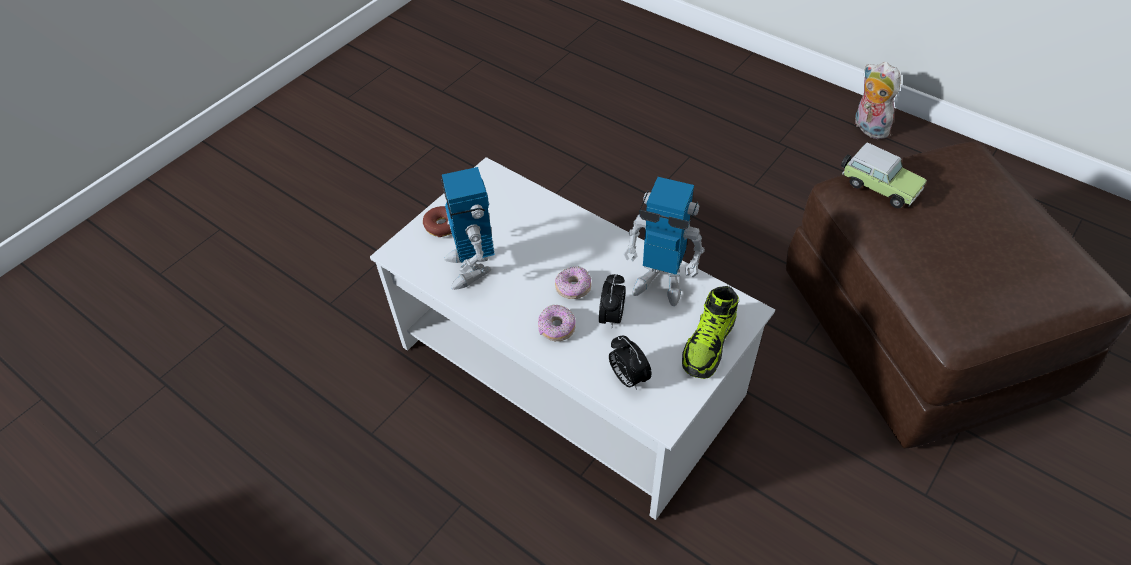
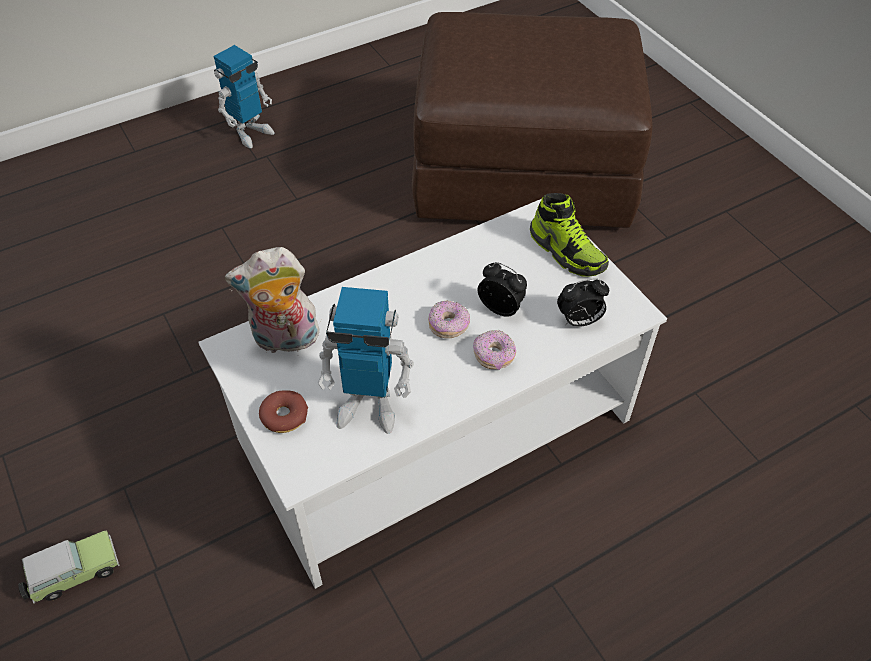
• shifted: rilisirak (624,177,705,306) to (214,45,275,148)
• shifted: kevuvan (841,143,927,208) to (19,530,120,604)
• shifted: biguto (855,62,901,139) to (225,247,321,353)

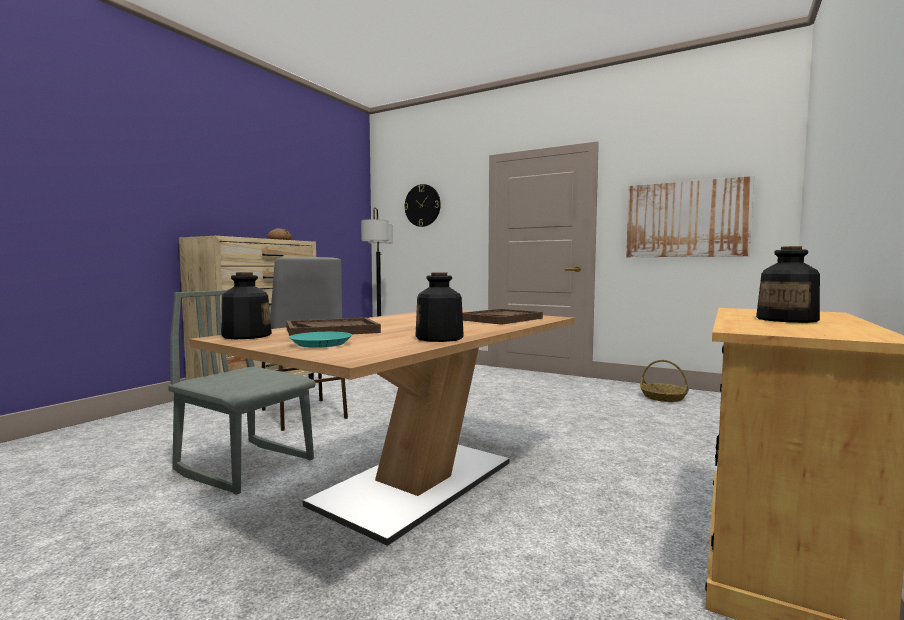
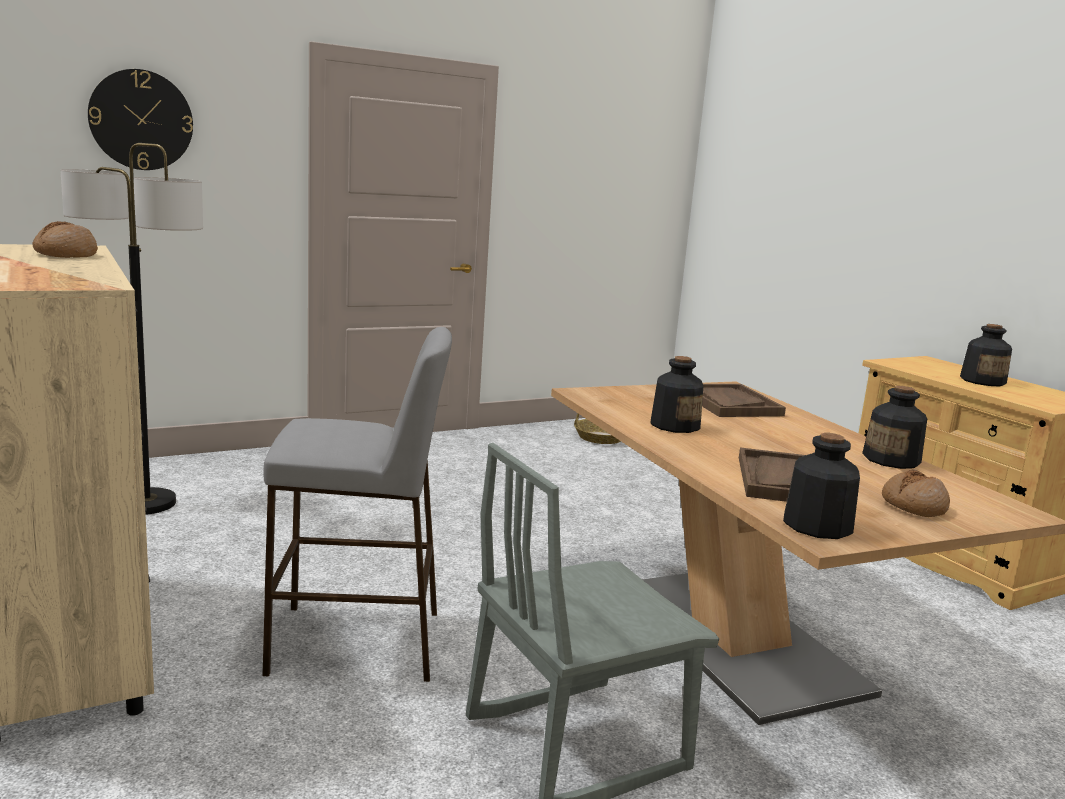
• swapped: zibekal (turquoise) (289,332,352,348) to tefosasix (882,469,950,517)
• gone: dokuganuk (626,176,754,257)
• new: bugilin (650,356,703,433)

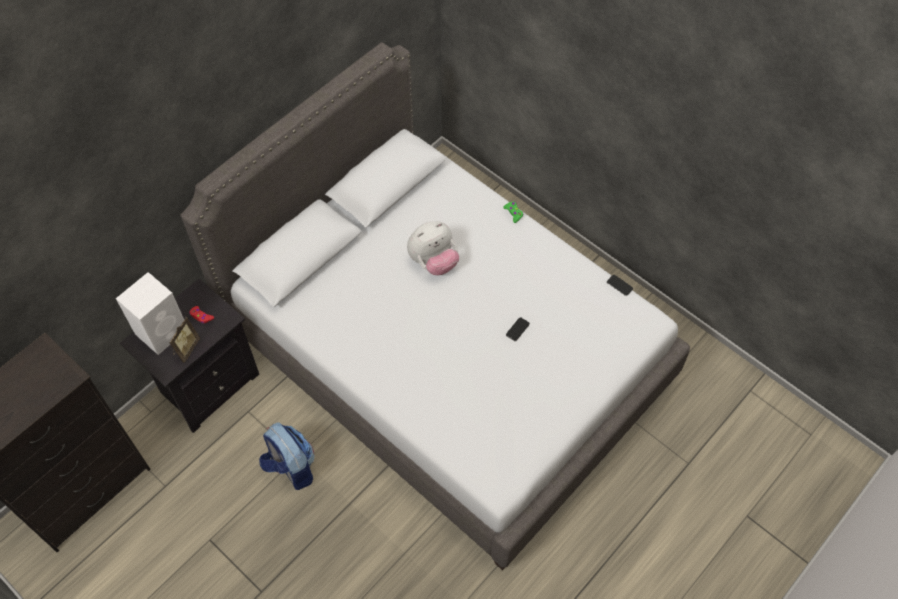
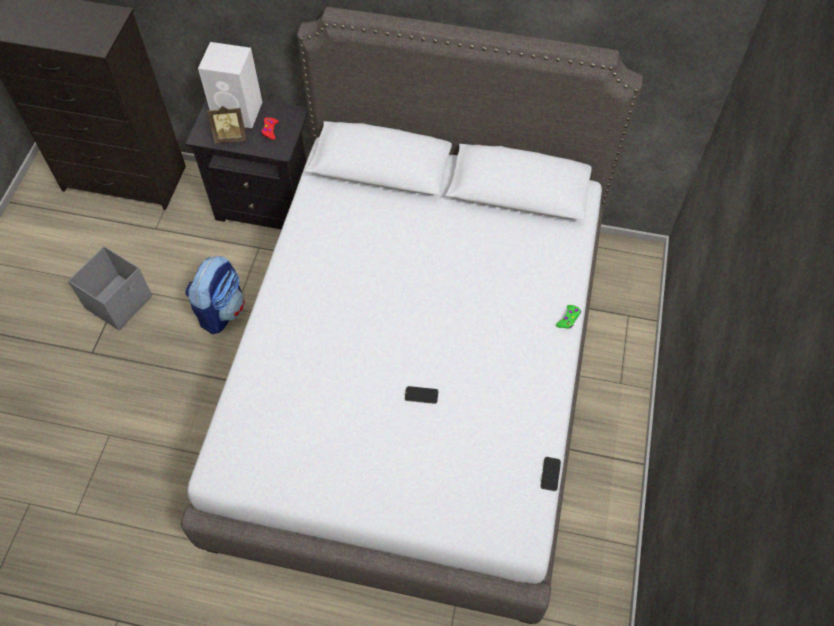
• gone: biguto (407,221,459,275)
• new: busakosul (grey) (68,246,152,330)

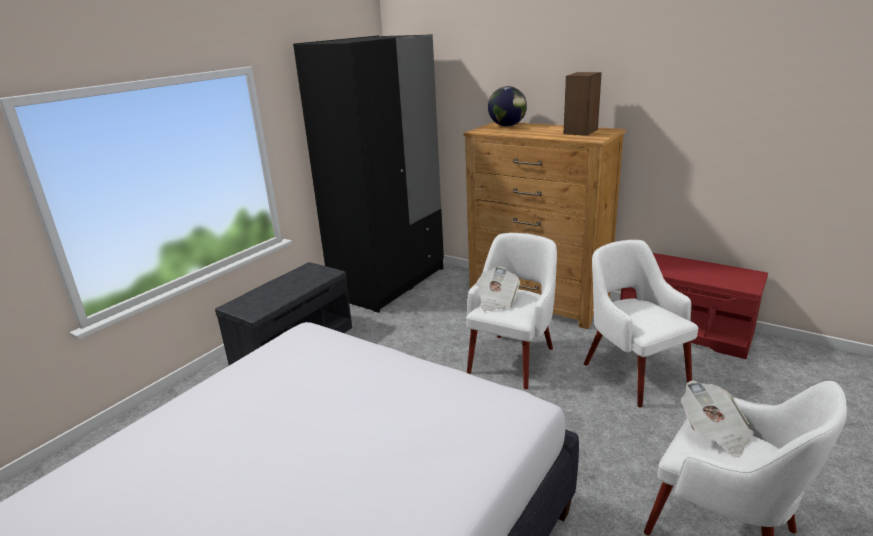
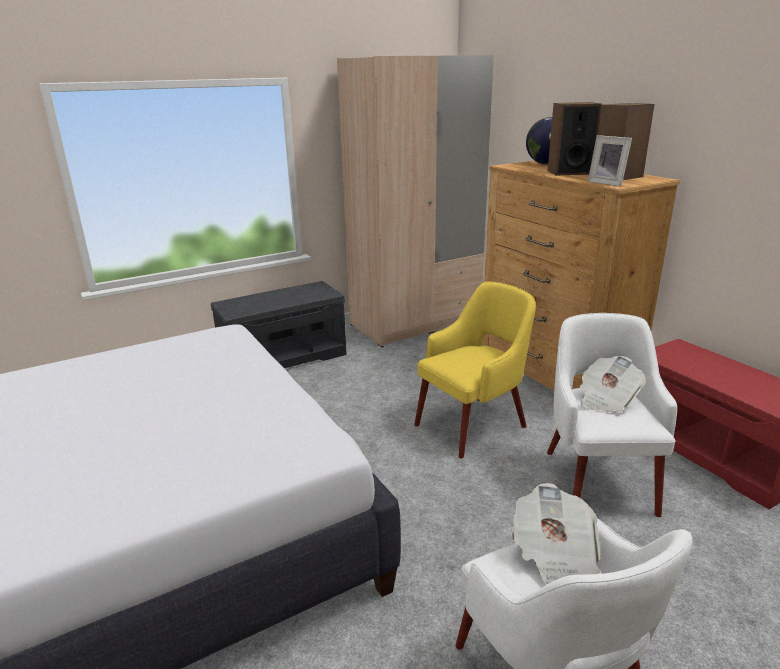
• repainted: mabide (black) (293,34,444,313) to mabide (beige) (337,55,494,347)
• repainted: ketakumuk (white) (466,233,557,390) to ketakumuk (yellow) (414,282,536,459)
• shifted: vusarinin (475,266,520,311) to (580,356,646,413)
• new: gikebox (548,102,602,175)
• new: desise (588,135,632,186)

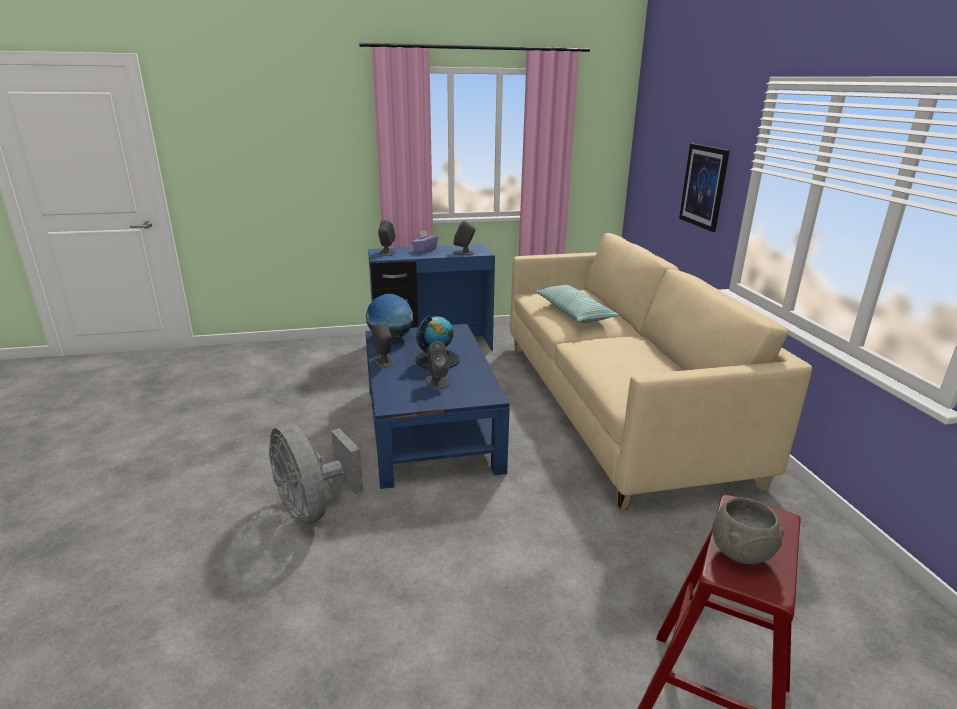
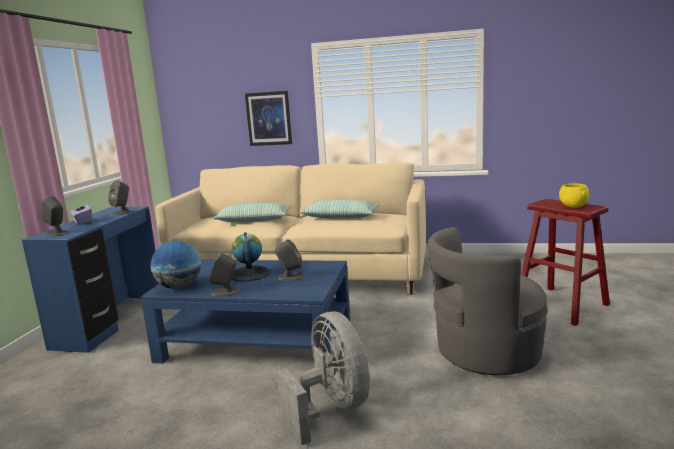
• rotated: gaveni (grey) (269,423,363,525) = (277,312,370,445) 105 degrees counterclockwise
• repainted: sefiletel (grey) (712,497,784,564) to sefiletel (yellow) (559,184,589,208)
• new: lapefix (300,200,379,219)
• new: ketakumuk (grey) (428,227,548,375)

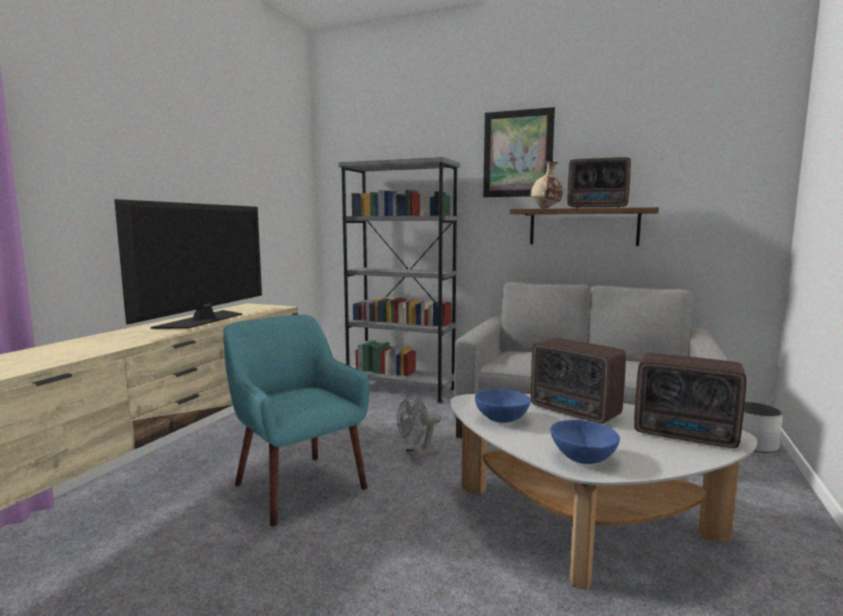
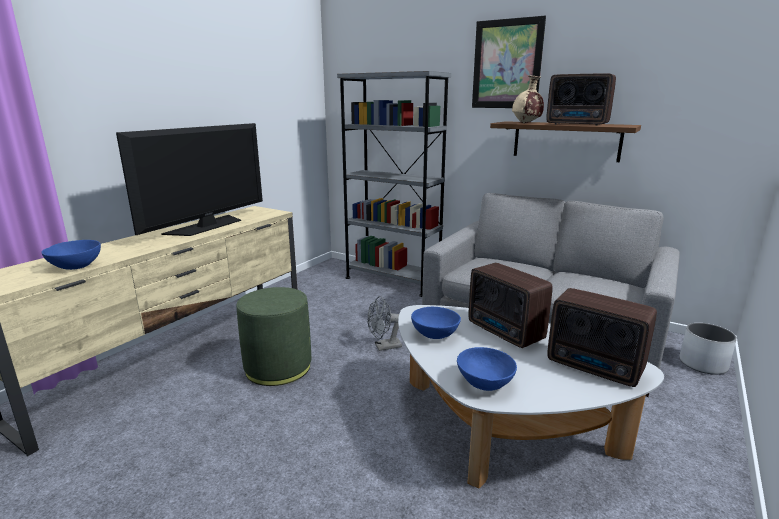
• swapped: ketakumuk (turquoise) (223,314,370,527) to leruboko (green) (236,287,311,386)
• new: sefiletel (blue) (41,240,101,270)

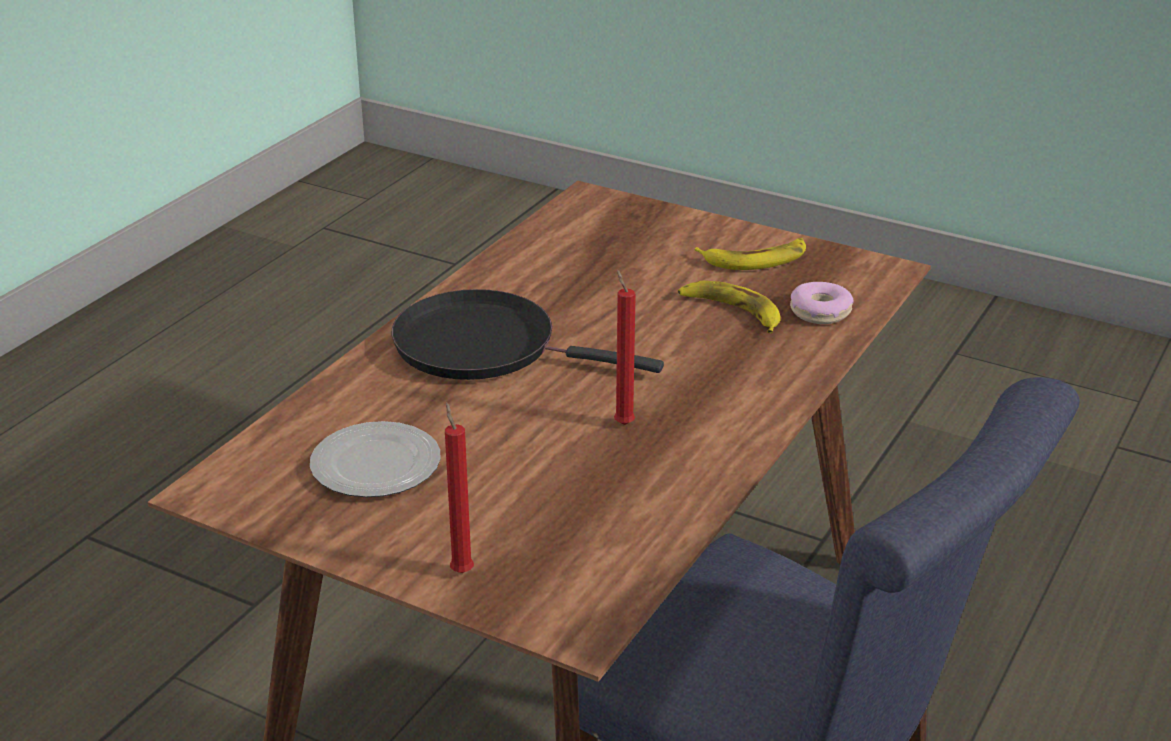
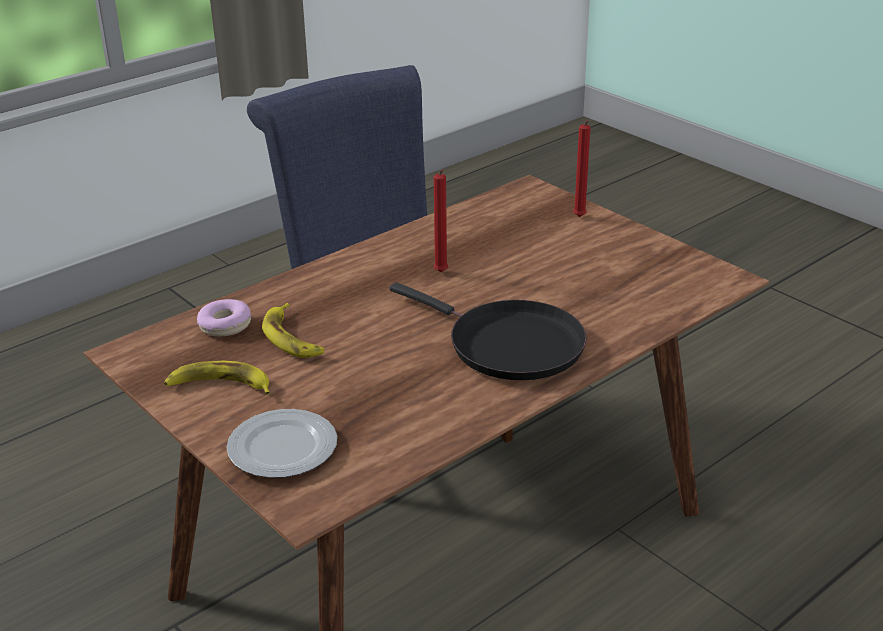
• shifted: zibekal (310,421,441,497) to (226,409,337,478)

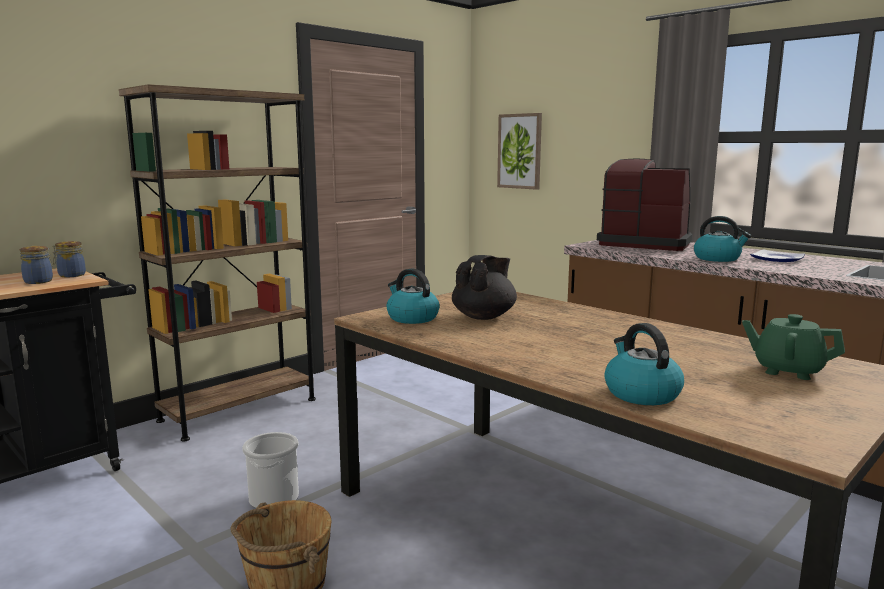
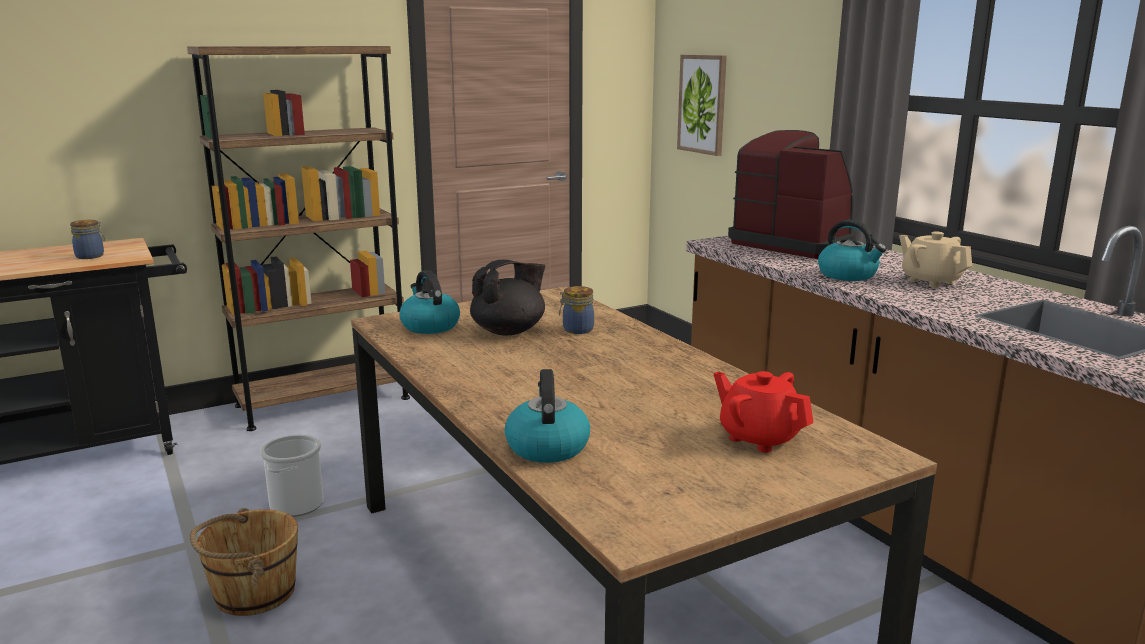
• shifted: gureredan (52,241,86,277) to (559,286,594,334)
• repainted: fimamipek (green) (742,314,845,380) to fimamipek (red) (714,371,814,453)
• swapped: zibekal (750,249,805,262) to fimamipek (beige) (899,232,972,288)

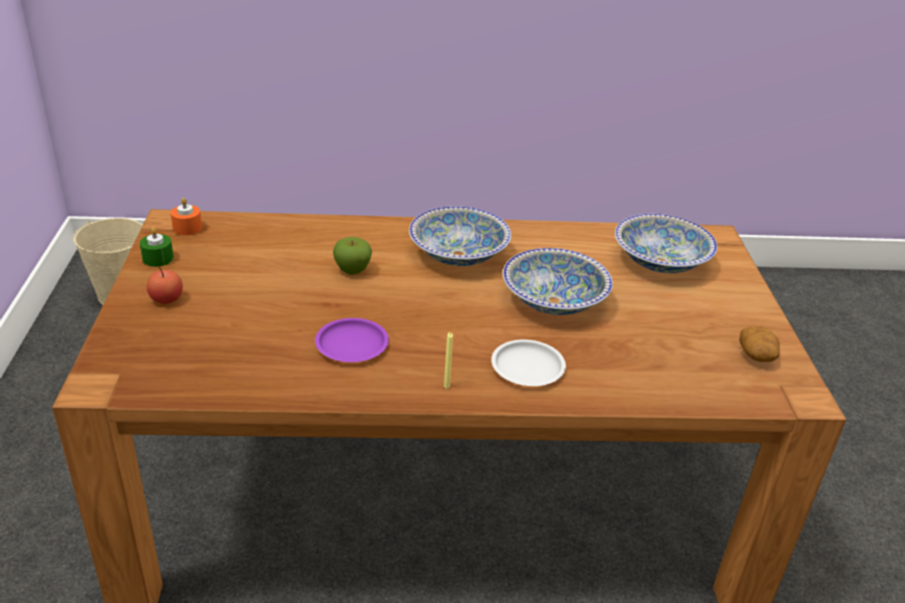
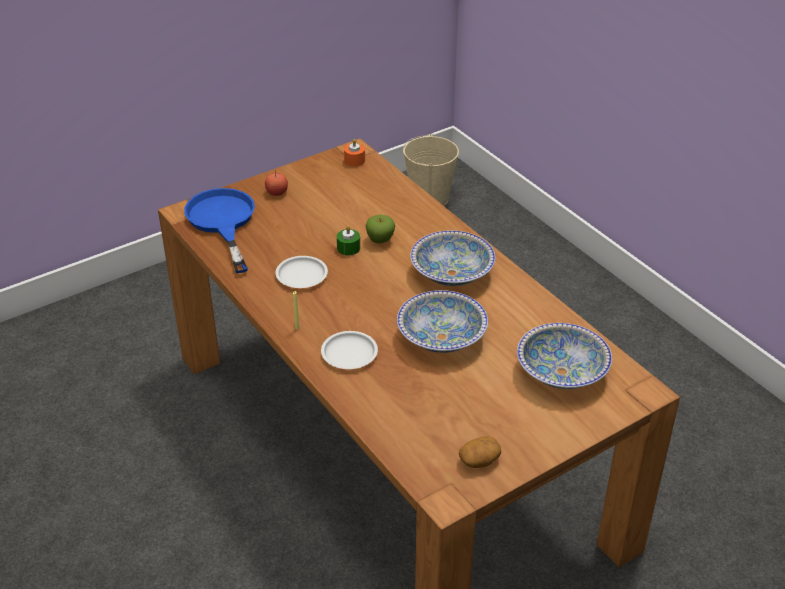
• shifted: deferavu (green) (140,227,174,267) to (337,226,360,255)
• repainted: zibekal (purple) (315,318,389,362) to zibekal (white) (275,256,328,288)
• new: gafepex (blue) (184,188,255,273)

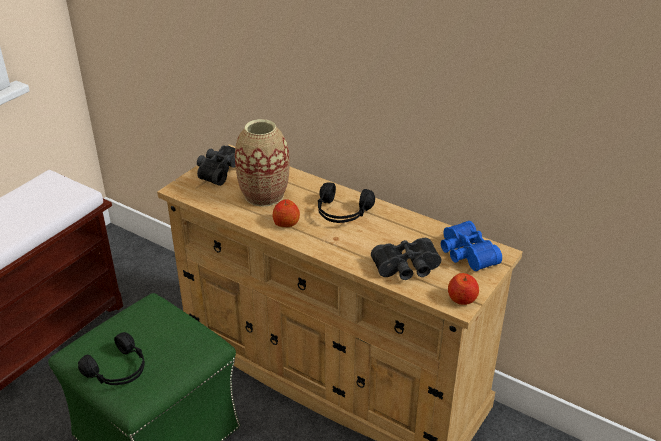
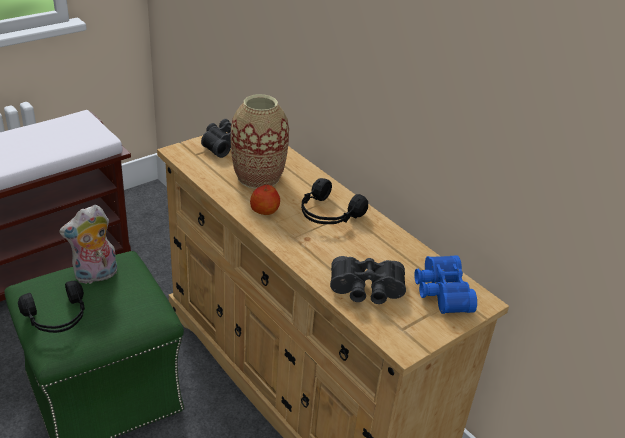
• gone: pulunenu (448,273,479,305)
• new: biguto (59,205,117,284)

